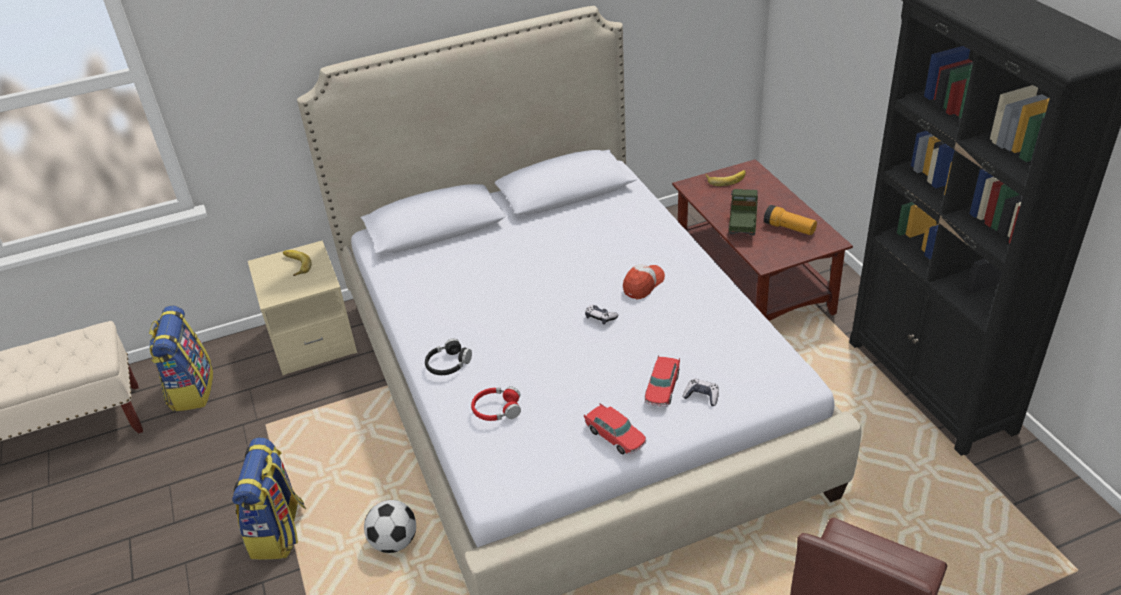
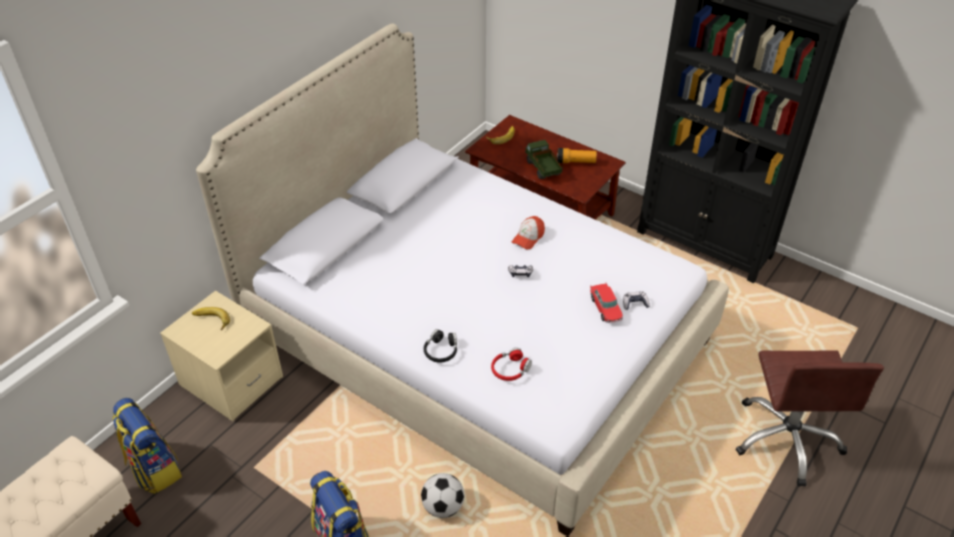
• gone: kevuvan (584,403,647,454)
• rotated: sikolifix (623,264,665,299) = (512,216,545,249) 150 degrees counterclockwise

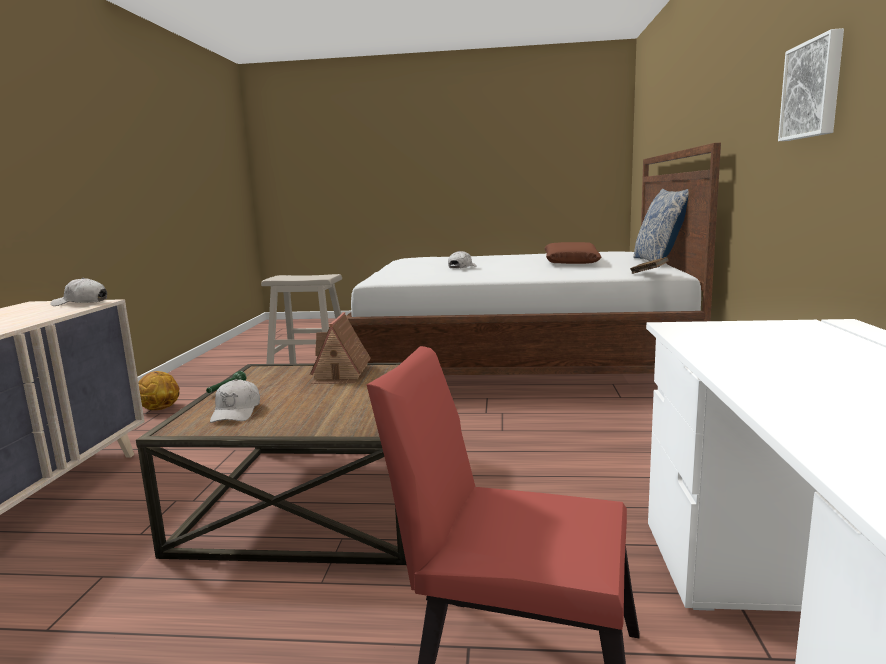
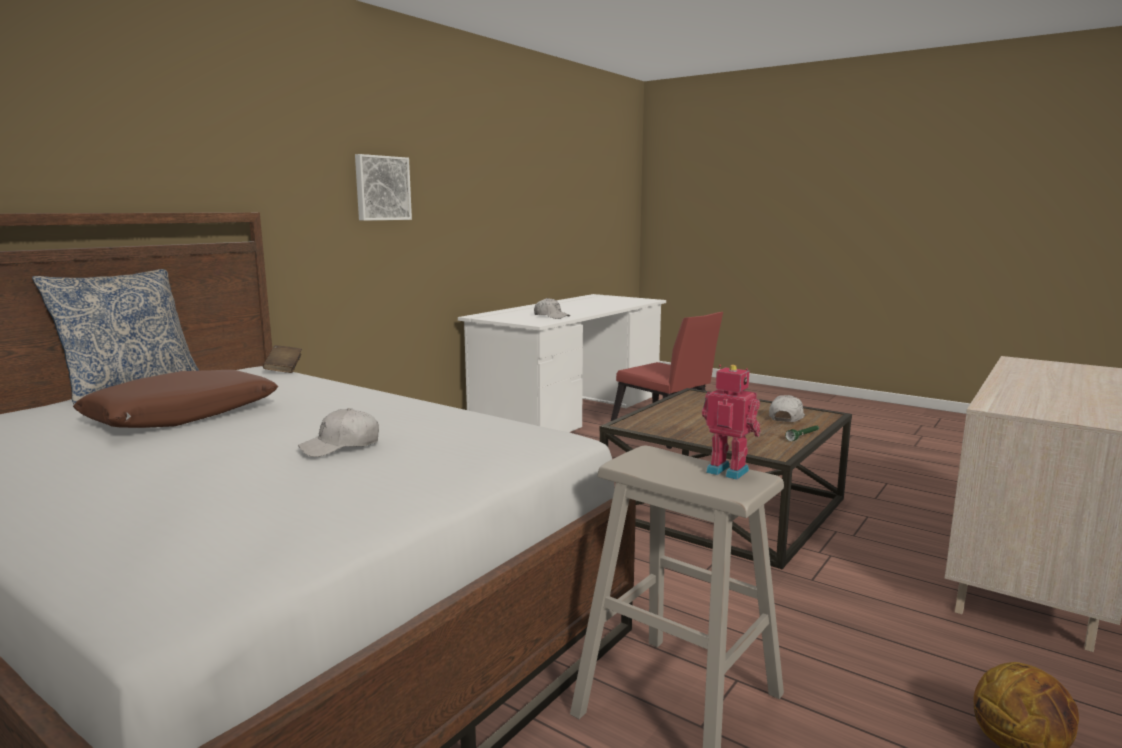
• shifted: sikolifix (white) (50,278,107,306) to (534,298,570,319)
• gone: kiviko (310,312,371,384)
• new: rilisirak (702,365,761,480)

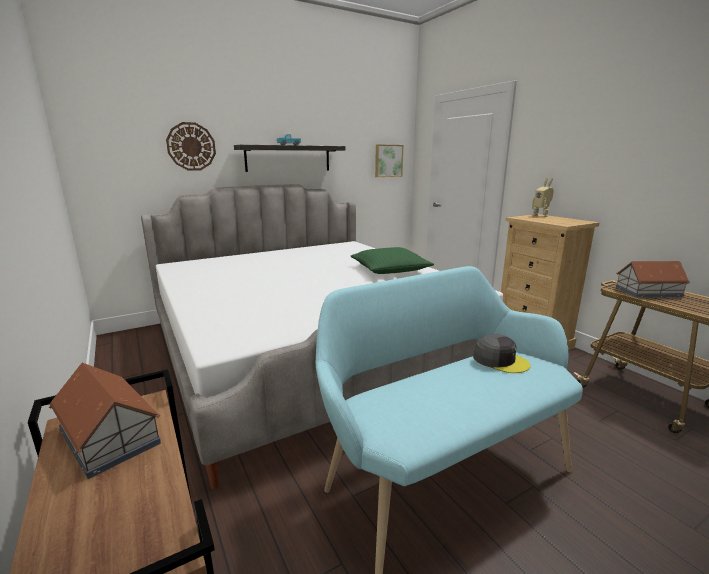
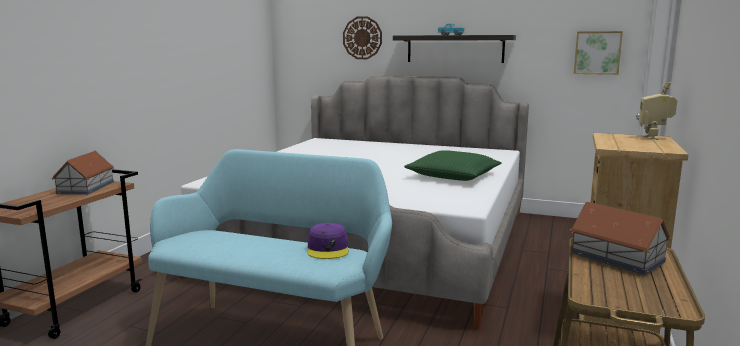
• repainted: sikolifix (grey) (473,334,531,373) to sikolifix (purple) (308,223,349,259)

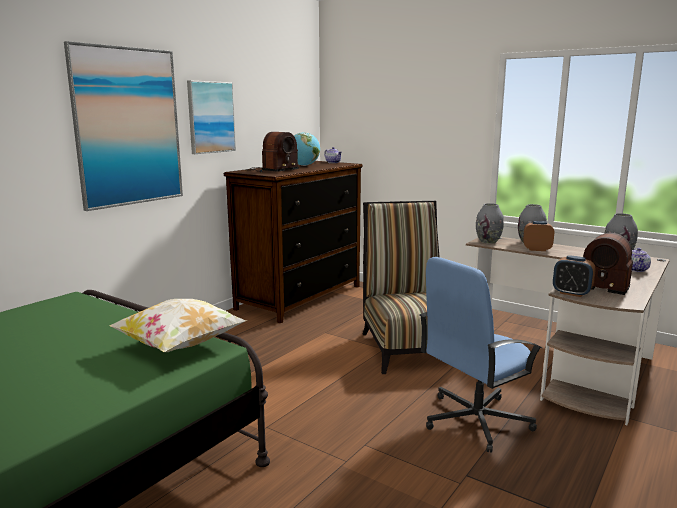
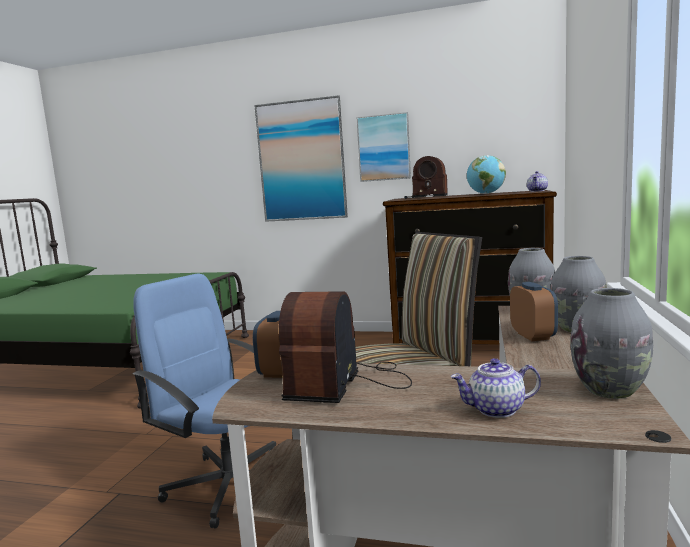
• gone: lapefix (109,299,247,352)

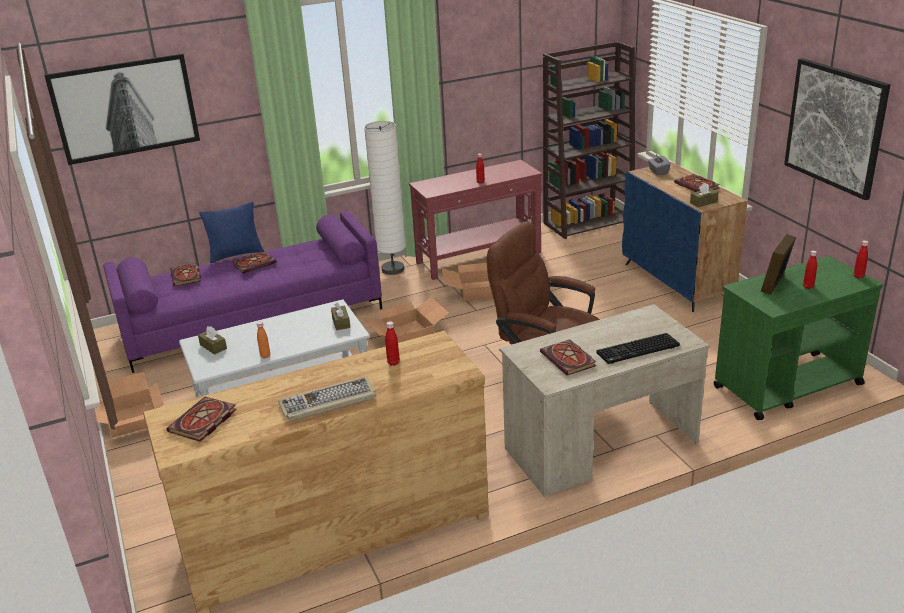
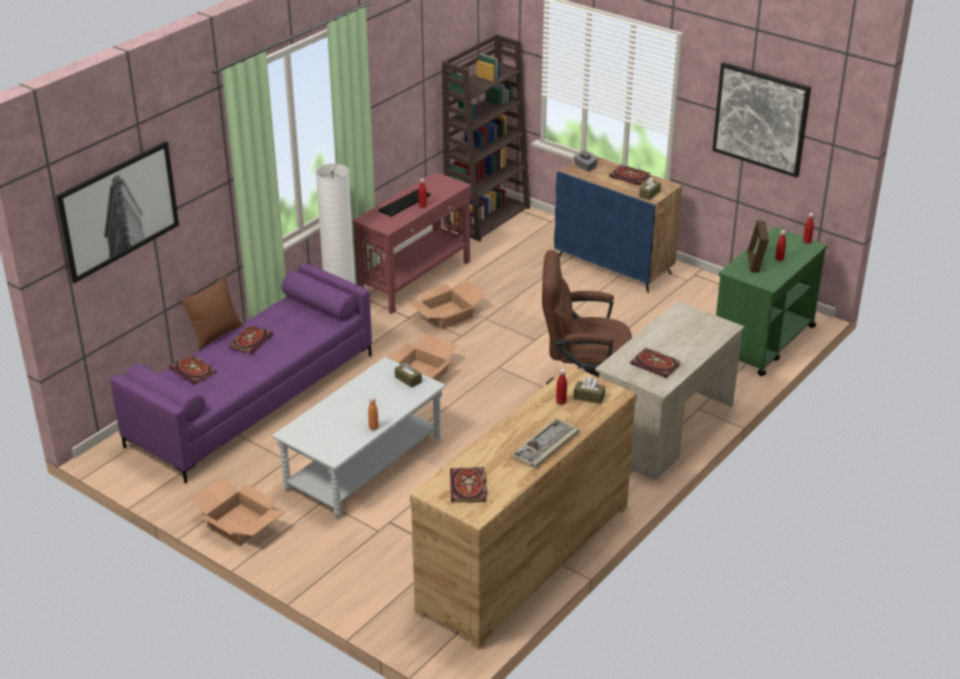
• shifted: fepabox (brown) (198,326,227,355) to (574,377,605,404)
• repainted: lapefix (blue) (199,202,264,263) to lapefix (brown) (181,276,243,351)
• shifted: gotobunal (596,333,680,364) to (379,189,431,216)

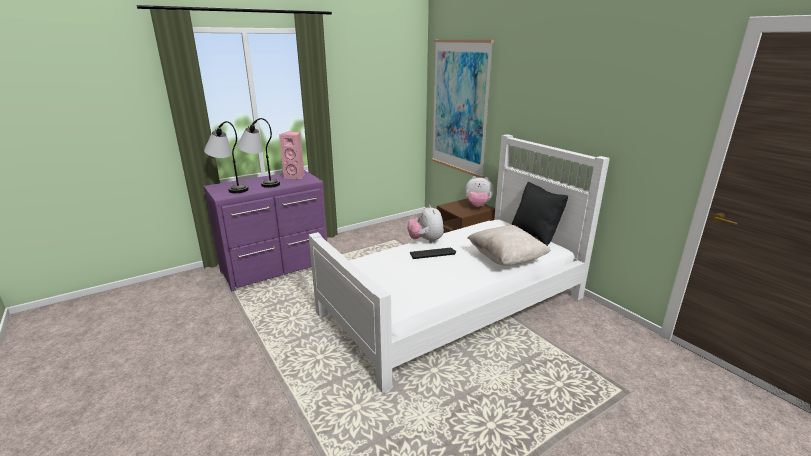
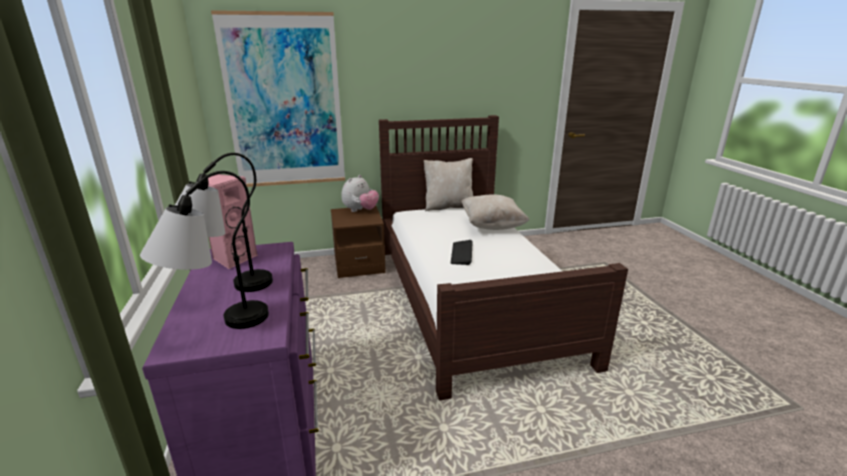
• repainted: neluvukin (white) (309,134,610,393) to neluvukin (brown) (379,115,628,401)
• gone: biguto (407,205,444,243)
• repainted: lapefix (black) (511,182,568,246) to lapefix (beige) (424,158,473,211)

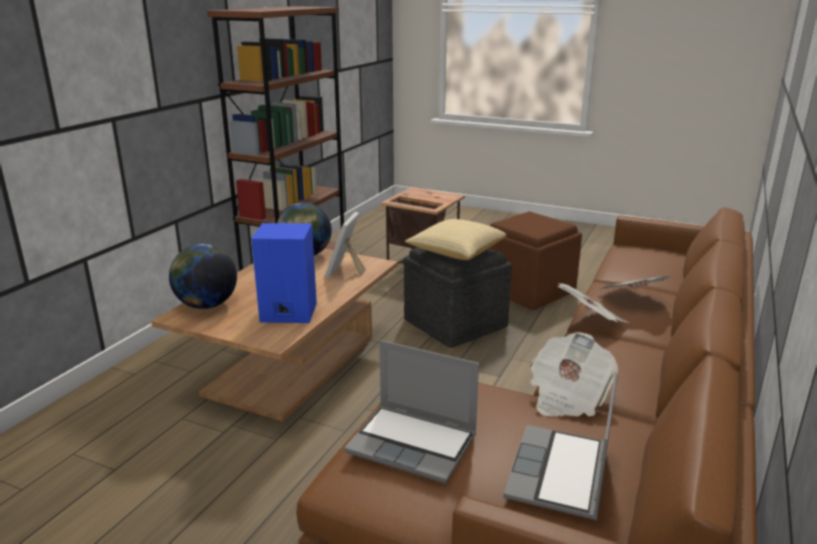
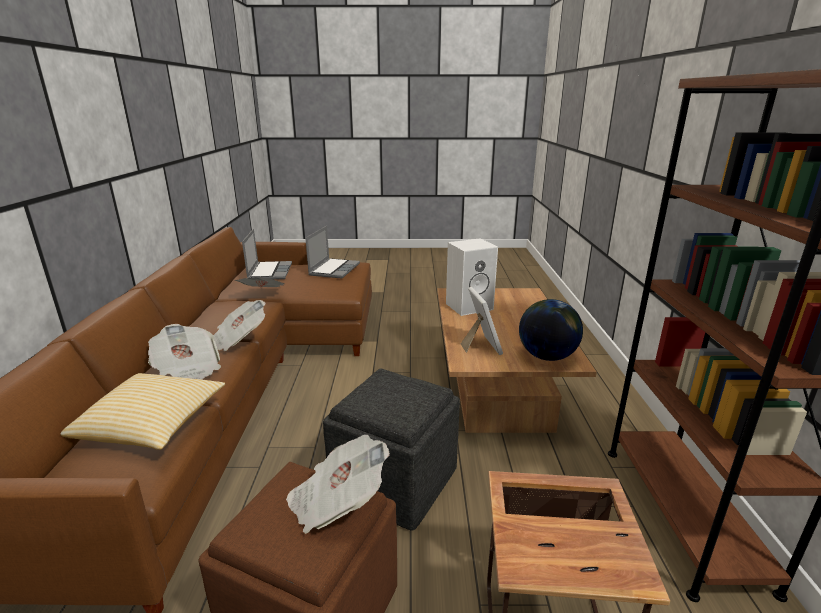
• gone: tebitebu (169,244,237,309)
• repainted: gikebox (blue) (251,223,317,323) to gikebox (white) (446,238,498,316)
• rotated: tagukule (344,340,479,483) = (305,226,360,279) 105 degrees clockwise
• shifted: lapefix (405,219,506,260) to (61,373,225,450)
• new: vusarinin (286,435,390,534)

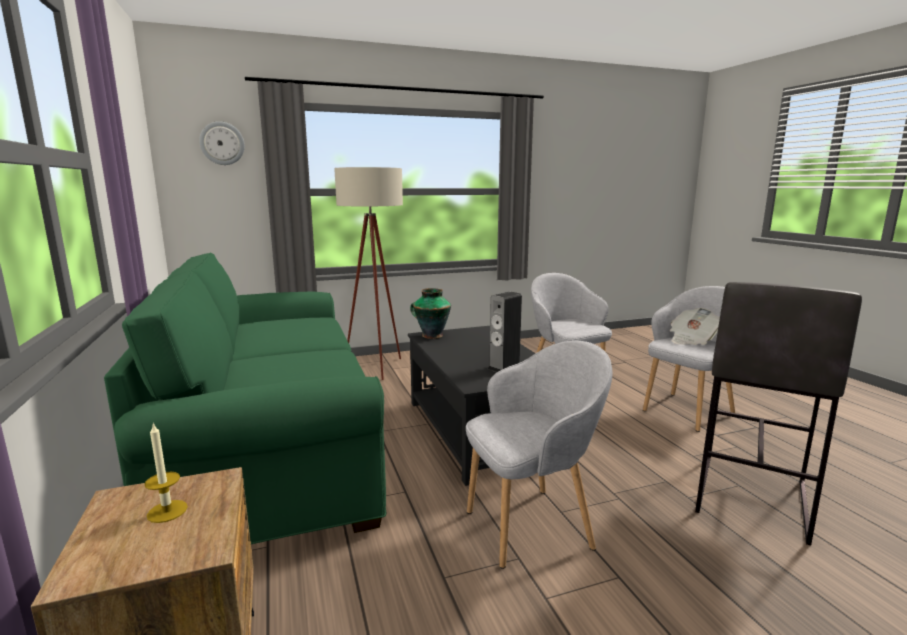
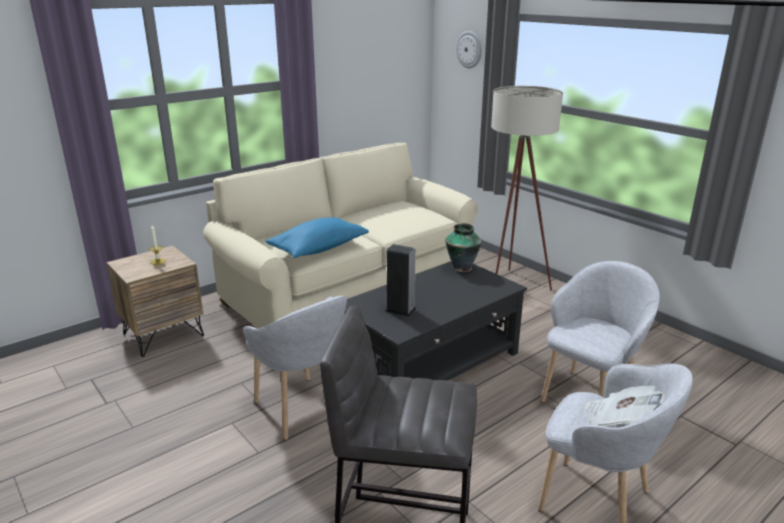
• repainted: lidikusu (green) (104,252,387,544) to lidikusu (beige) (203,142,478,329)
• new: lapefix (blue) (266,217,369,258)

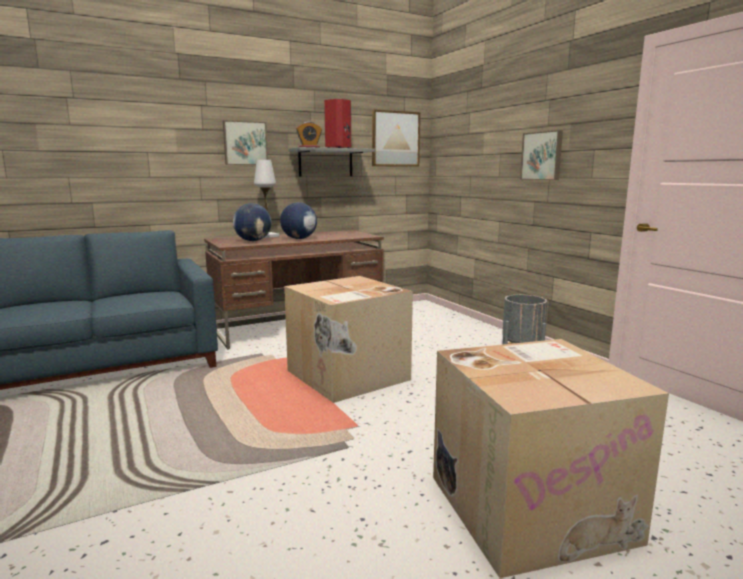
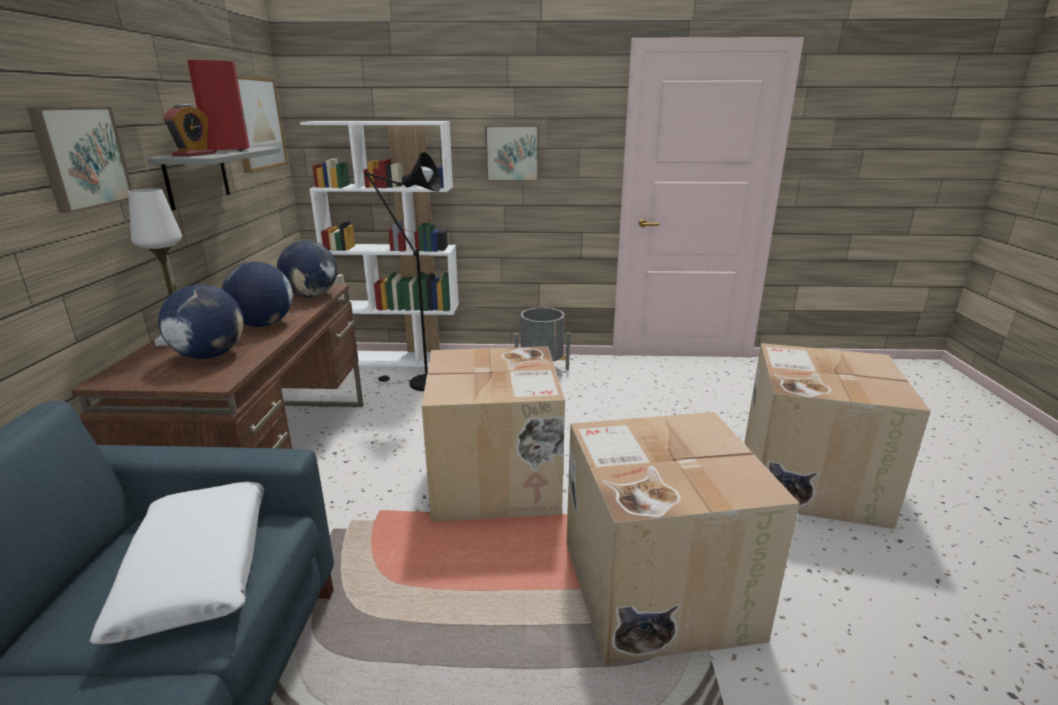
• new: lapefix (white) (89,482,264,644)
• new: tebitebu (277,241,337,297)
• new: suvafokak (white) (300,121,459,367)
• new: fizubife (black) (365,152,441,391)
• new: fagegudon (567,412,800,664)

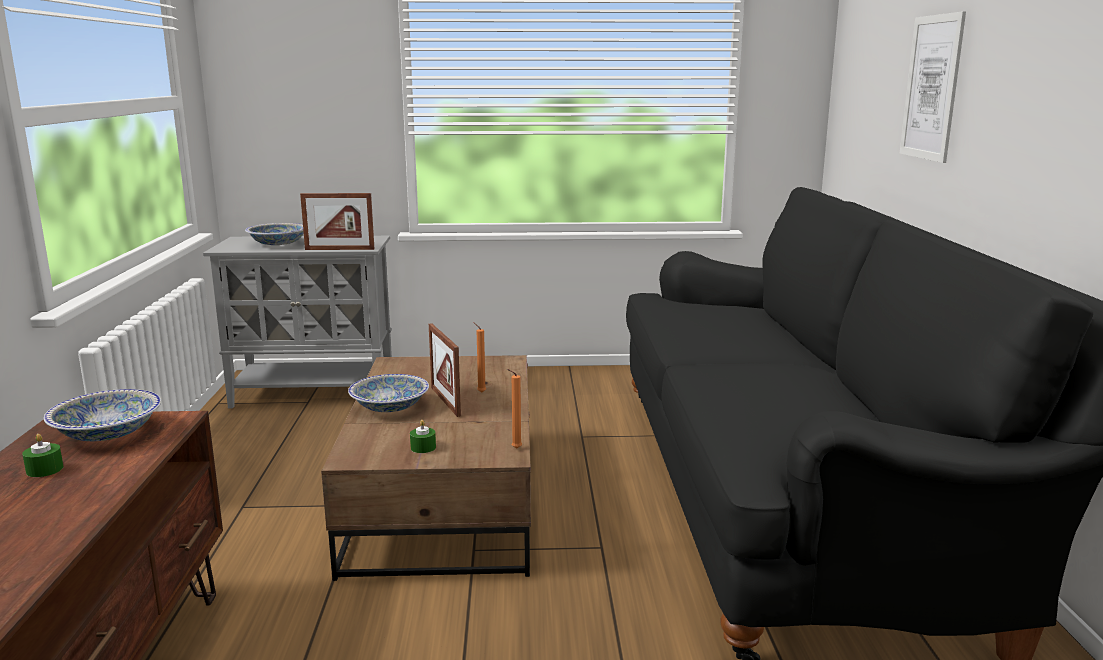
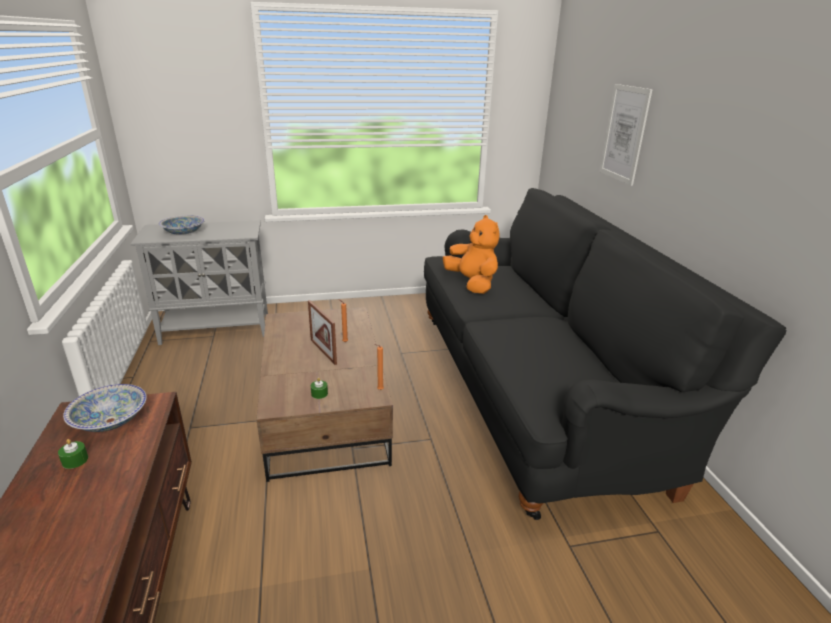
• gone: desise (300,193,375,250)
• gone: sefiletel (348,374,429,412)
• new: biguto (orange) (443,215,499,294)

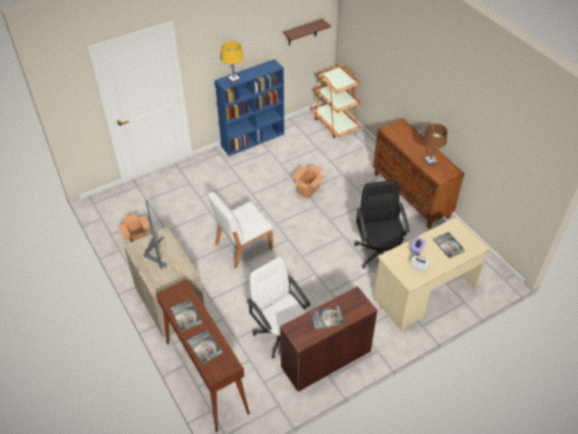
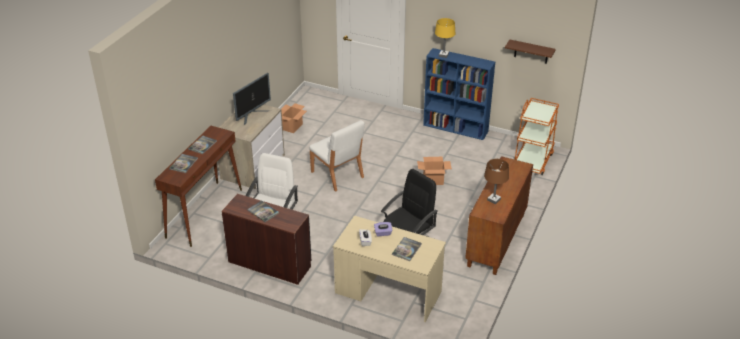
• rotated: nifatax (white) (208,192,273,268) = (309,120,365,192) 150 degrees counterclockwise

